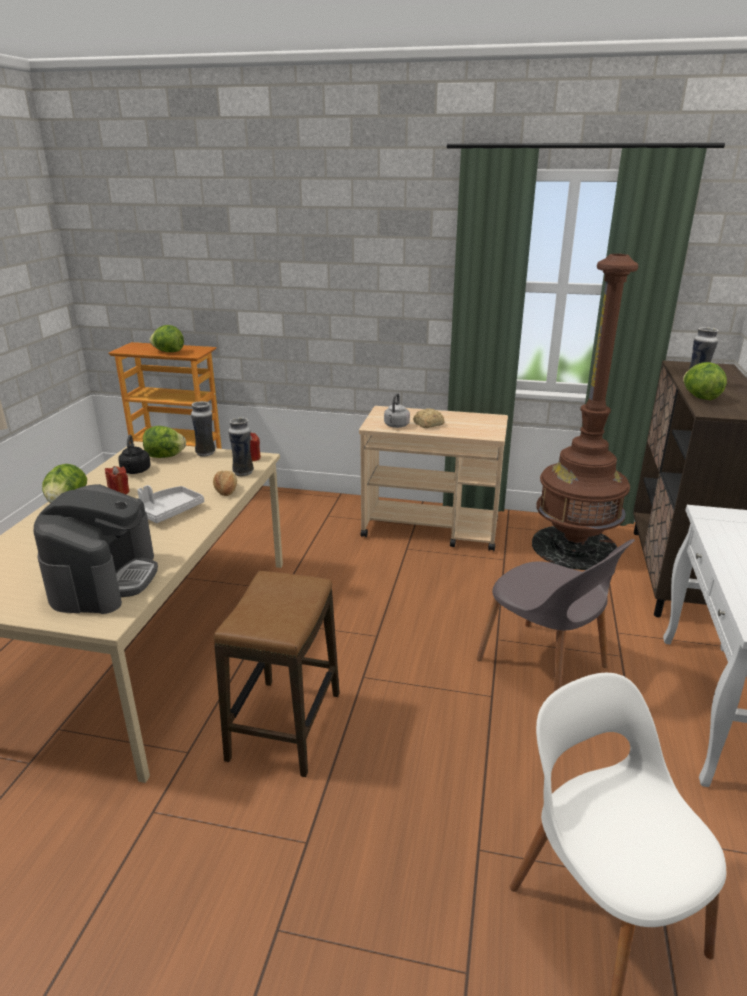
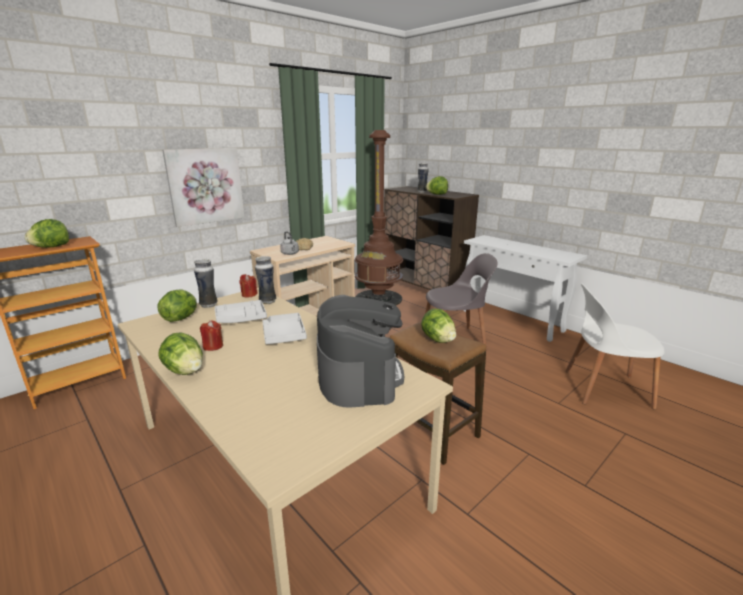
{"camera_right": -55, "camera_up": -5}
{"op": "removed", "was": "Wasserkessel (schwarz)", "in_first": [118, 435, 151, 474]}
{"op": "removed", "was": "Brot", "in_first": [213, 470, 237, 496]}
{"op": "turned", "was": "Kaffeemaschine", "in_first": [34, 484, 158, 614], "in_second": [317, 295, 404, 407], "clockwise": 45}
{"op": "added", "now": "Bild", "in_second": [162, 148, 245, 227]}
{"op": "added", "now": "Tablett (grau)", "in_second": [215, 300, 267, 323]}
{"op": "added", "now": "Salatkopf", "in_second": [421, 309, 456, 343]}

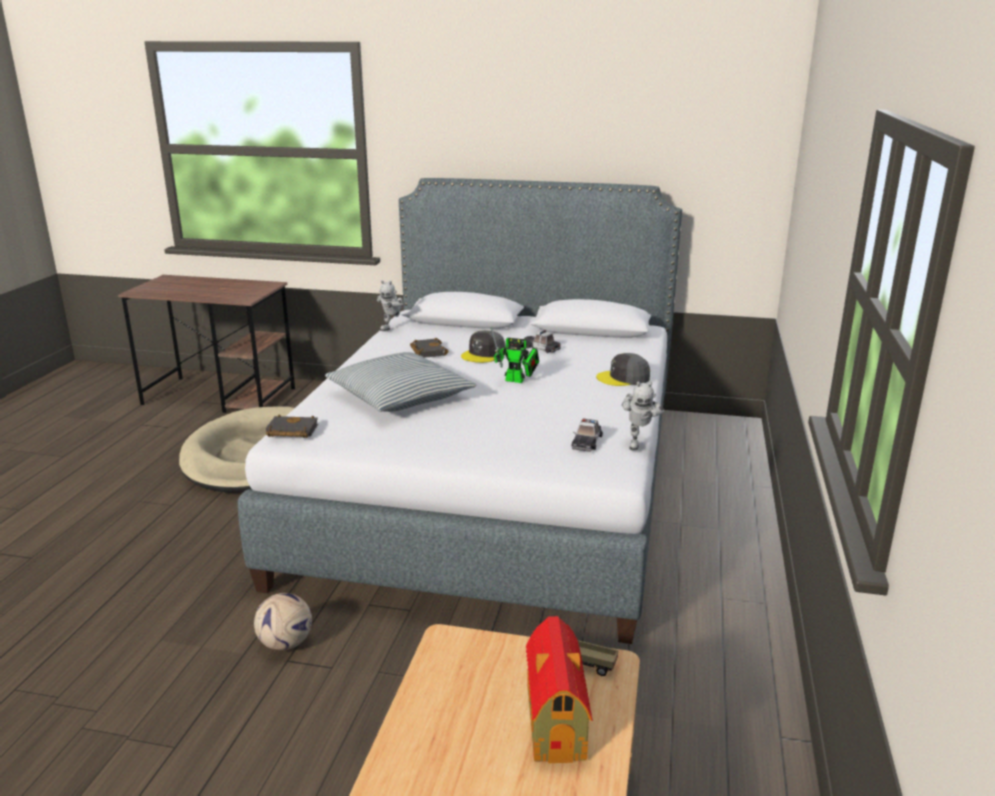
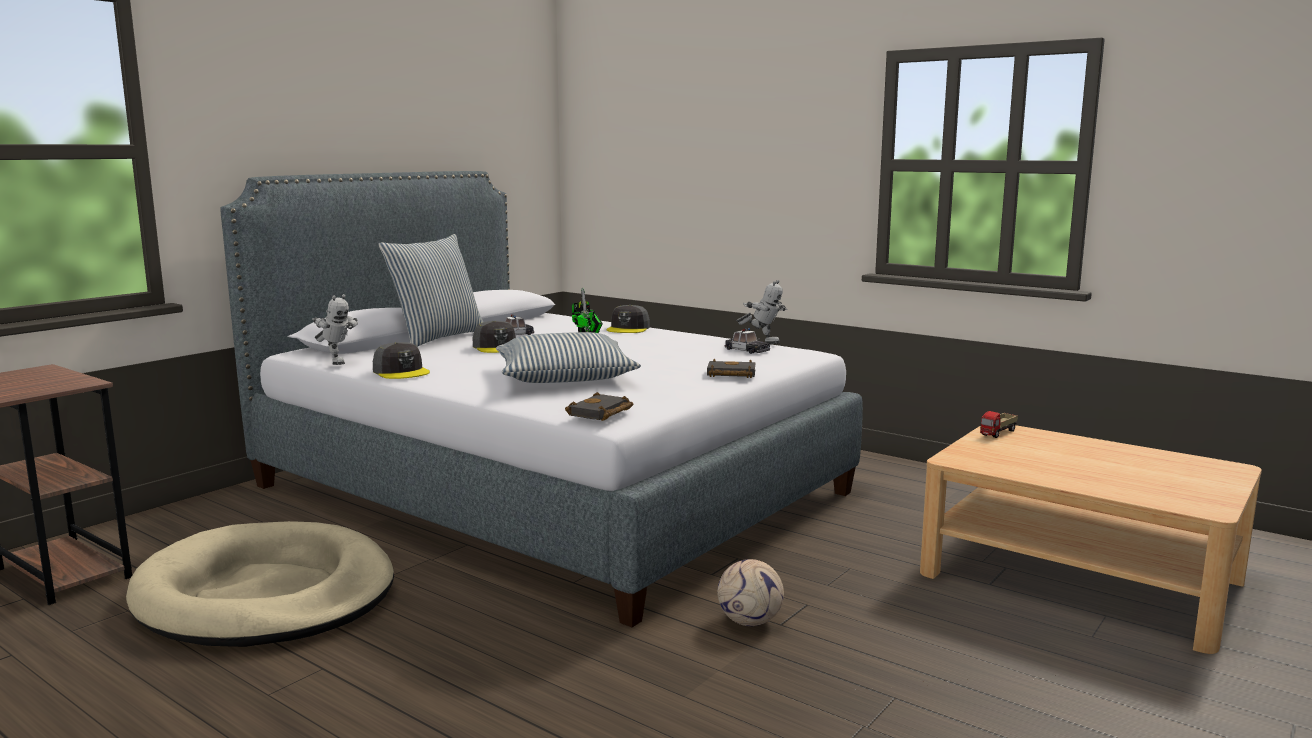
{"camera_right": -65, "camera_up": -10}
{"op": "moved", "was": "Buch (schwarz)", "in_first": [410, 338, 449, 358], "in_second": [707, 359, 756, 378]}
{"op": "removed", "was": "Spielzeughaus", "in_first": [526, 616, 593, 763]}
{"op": "added", "now": "Kissen", "in_second": [378, 234, 483, 347]}
{"op": "added", "now": "Kappe (grau)", "in_second": [373, 342, 430, 379]}

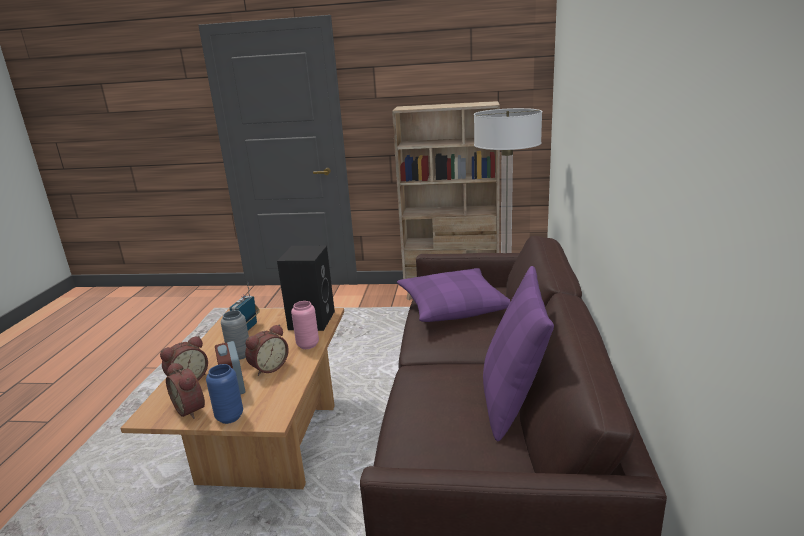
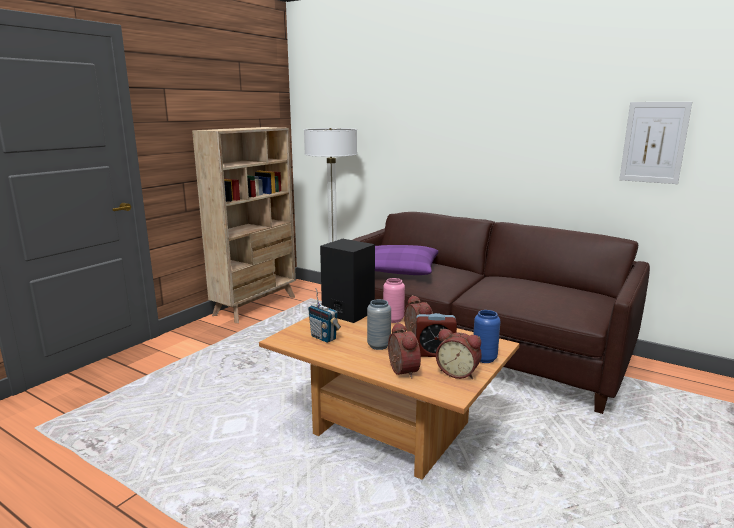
{"camera_right": -65, "camera_up": -5}
{"op": "removed", "was": "Kissen (lila)", "in_first": [483, 266, 554, 441]}
{"op": "turned", "was": "Wecker", "in_first": [166, 363, 205, 419], "in_second": [436, 329, 482, 379], "clockwise": 45}
{"op": "added", "now": "Bild", "in_second": [619, 102, 692, 184]}

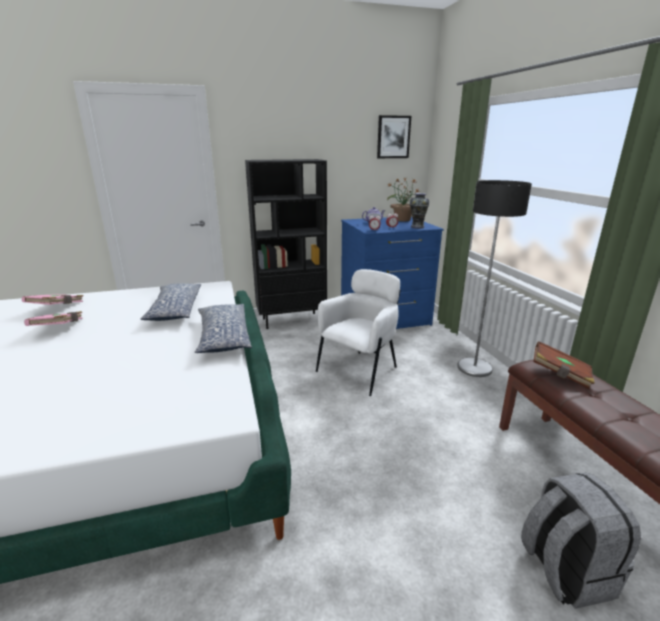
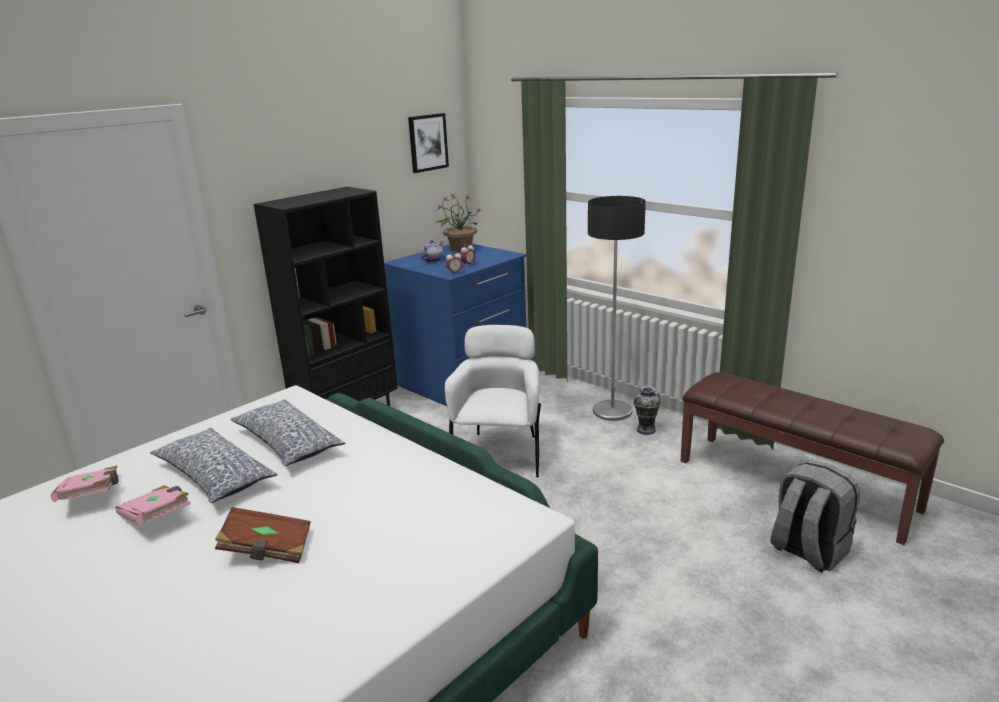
{"camera_right": -30, "camera_up": 0}
{"op": "moved", "was": "Vase", "in_first": [410, 193, 429, 229], "in_second": [633, 386, 661, 435]}
{"op": "moved", "was": "Kissen", "in_first": [195, 304, 252, 353], "in_second": [150, 428, 278, 503]}
{"op": "moved", "was": "Buch (braun)", "in_first": [533, 341, 595, 389], "in_second": [215, 507, 311, 563]}

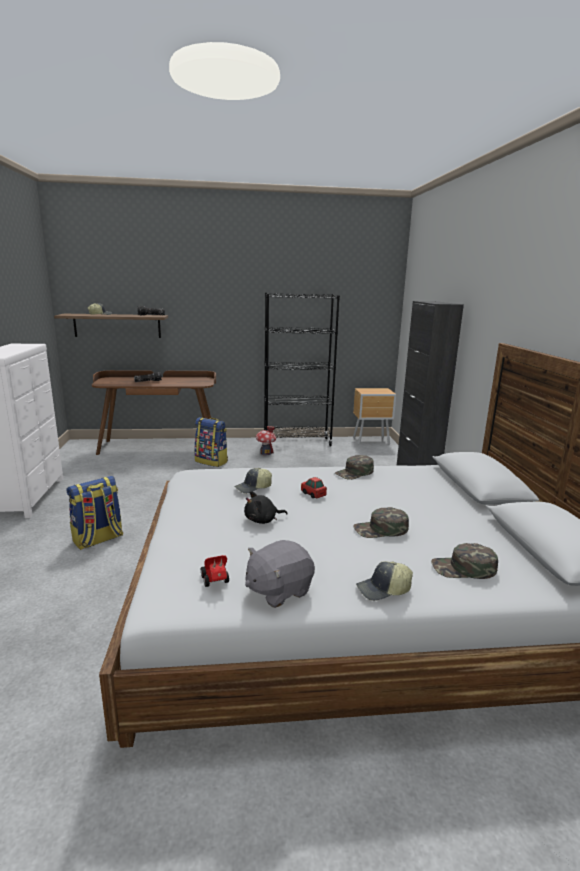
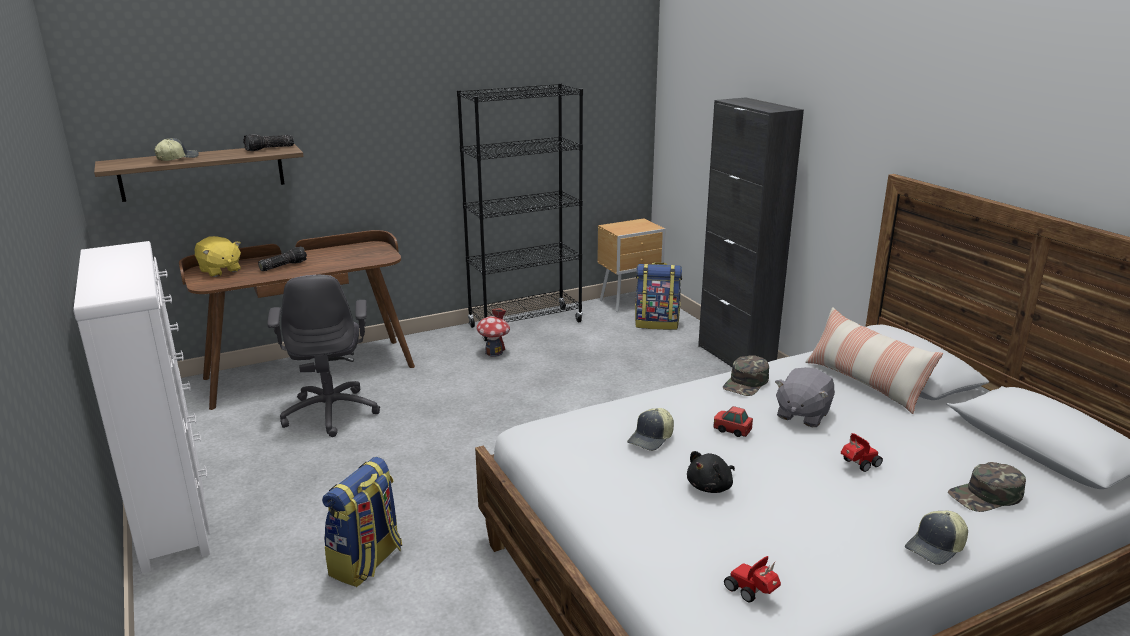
{"camera_right": -20, "camera_up": 5}
{"op": "moved", "was": "Rucksack", "in_first": [194, 417, 228, 467], "in_second": [635, 262, 682, 330]}
{"op": "replaced", "was": "Kappe (grün)", "now": "Spielzeugauto", "in_first": [353, 507, 409, 538], "in_second": [841, 433, 883, 472]}
{"op": "moved", "was": "Plüschtier (grau)", "in_first": [245, 540, 315, 608], "in_second": [775, 367, 835, 427]}
{"op": "added", "now": "Plüschtier (gelb)", "in_second": [195, 236, 241, 277]}
{"op": "added", "now": "Bürostuhl (grau)", "in_second": [267, 275, 380, 437]}
{"op": "added", "now": "Kissen", "in_second": [805, 307, 943, 414]}

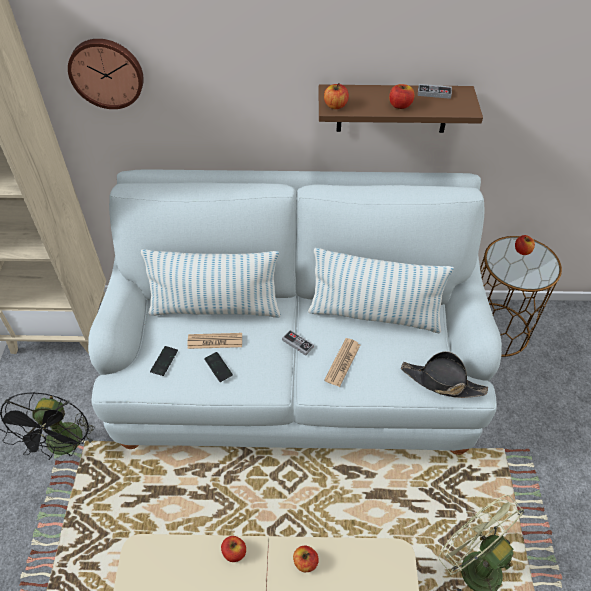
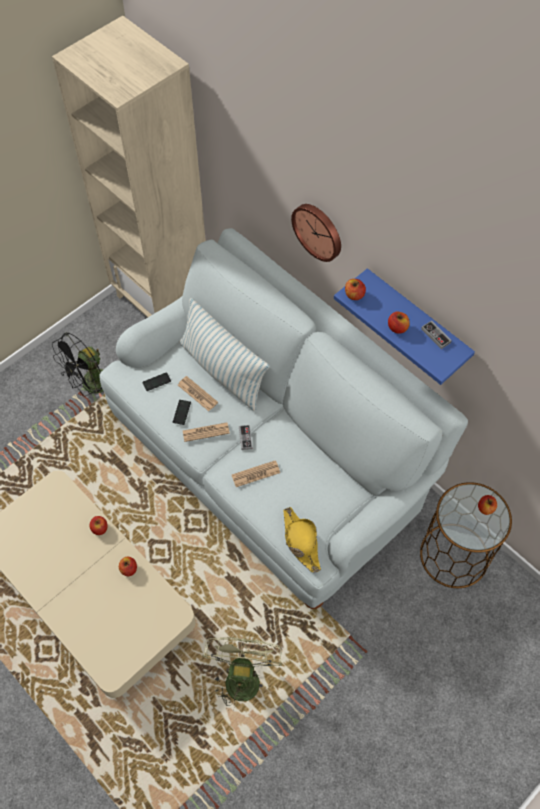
{"camera_right": 45, "camera_up": 10}
{"op": "moved", "was": "Wanduhr", "in_first": [68, 39, 144, 109], "in_second": [291, 204, 341, 262]}
{"op": "recoloured", "was": "Wandregal (braun)", "now": "Wandregal (blau)", "in_first": [319, 85, 483, 133], "in_second": [334, 268, 475, 385]}
{"op": "removed", "was": "Kissen", "in_first": [308, 248, 454, 333]}
{"op": "recoloured", "was": "Hut (schwarz)", "now": "Hut (gelb)", "in_first": [401, 351, 488, 398], "in_second": [283, 507, 321, 573]}
{"op": "added", "now": "Zeitung", "in_second": [183, 422, 230, 442]}

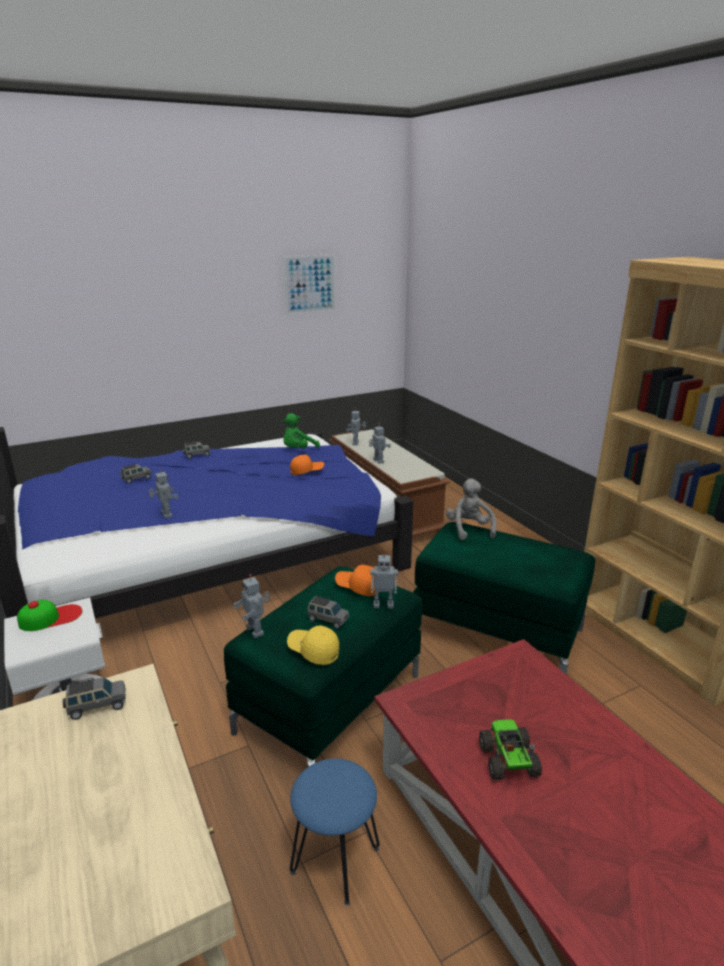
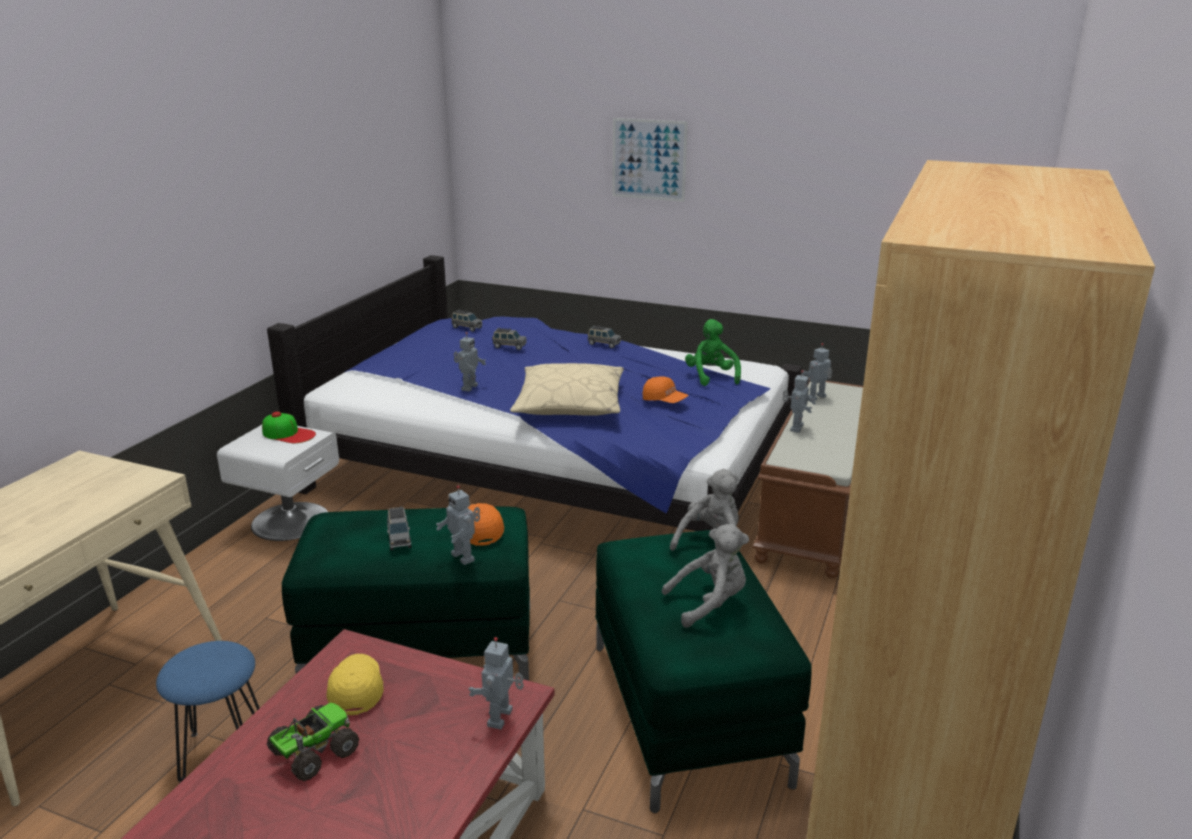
{"camera_right": 50, "camera_up": 0}
{"op": "moved", "was": "Bild", "in_first": [283, 254, 336, 314], "in_second": [612, 118, 688, 202]}
{"op": "turned", "was": "Plüschtier (grün)", "in_first": [283, 413, 320, 449], "in_second": [685, 319, 741, 386], "clockwise": 75}
{"op": "moved", "was": "Spielzeugroboter", "in_first": [233, 574, 270, 638], "in_second": [469, 637, 524, 730]}
{"op": "moved", "was": "Kappe (gelb)", "in_first": [287, 625, 339, 665], "in_second": [327, 654, 384, 715]}
{"op": "moved", "was": "Spielzeugauto (grau)", "in_first": [63, 677, 126, 720], "in_second": [452, 309, 483, 332]}
{"op": "added", "now": "Kissen (beige)", "in_second": [510, 363, 624, 416]}
{"op": "added", "now": "Plüschtier (grau)", "in_second": [662, 524, 749, 627]}

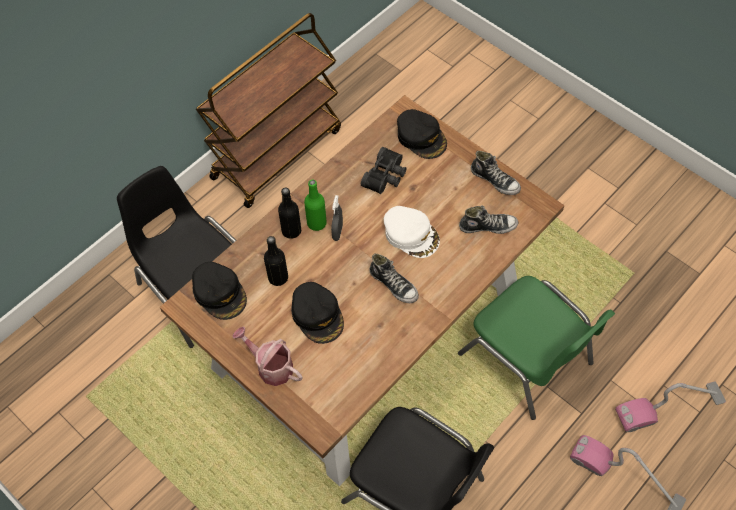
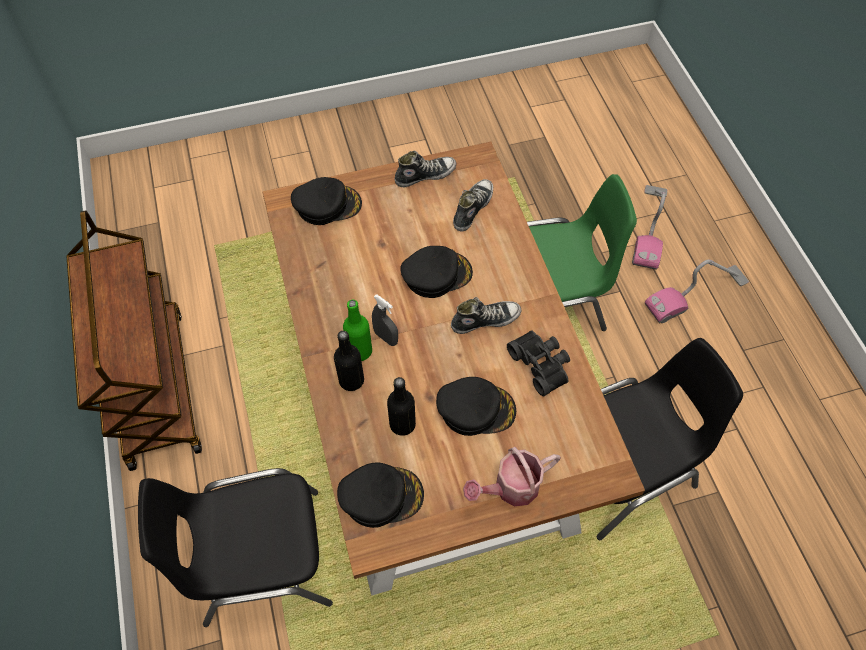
{"camera_right": -60, "camera_up": 0}
{"op": "moved", "was": "Fernglas (schwarz)", "in_first": [361, 147, 407, 194], "in_second": [507, 330, 570, 396]}
{"op": "recoloured", "was": "Kappe (weiß)", "now": "Kappe (schwarz)", "in_first": [384, 206, 440, 258], "in_second": [400, 246, 473, 298]}

